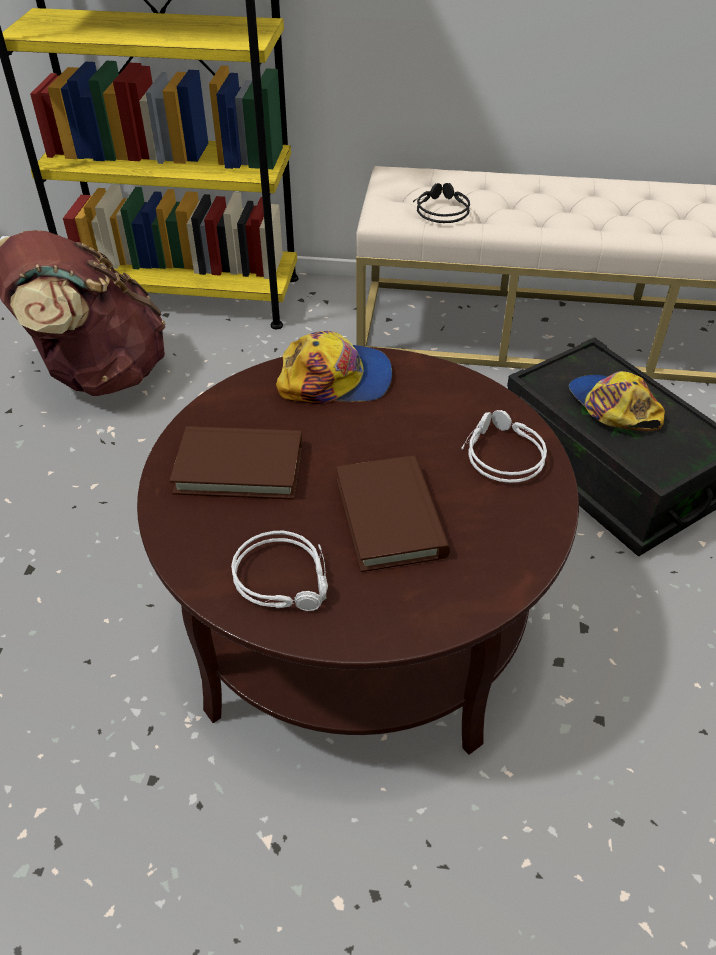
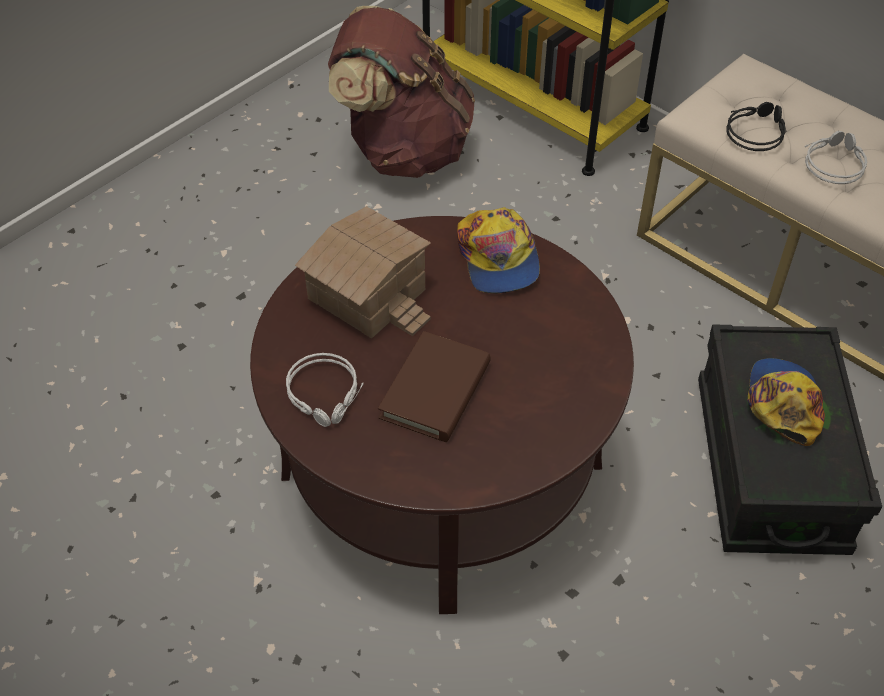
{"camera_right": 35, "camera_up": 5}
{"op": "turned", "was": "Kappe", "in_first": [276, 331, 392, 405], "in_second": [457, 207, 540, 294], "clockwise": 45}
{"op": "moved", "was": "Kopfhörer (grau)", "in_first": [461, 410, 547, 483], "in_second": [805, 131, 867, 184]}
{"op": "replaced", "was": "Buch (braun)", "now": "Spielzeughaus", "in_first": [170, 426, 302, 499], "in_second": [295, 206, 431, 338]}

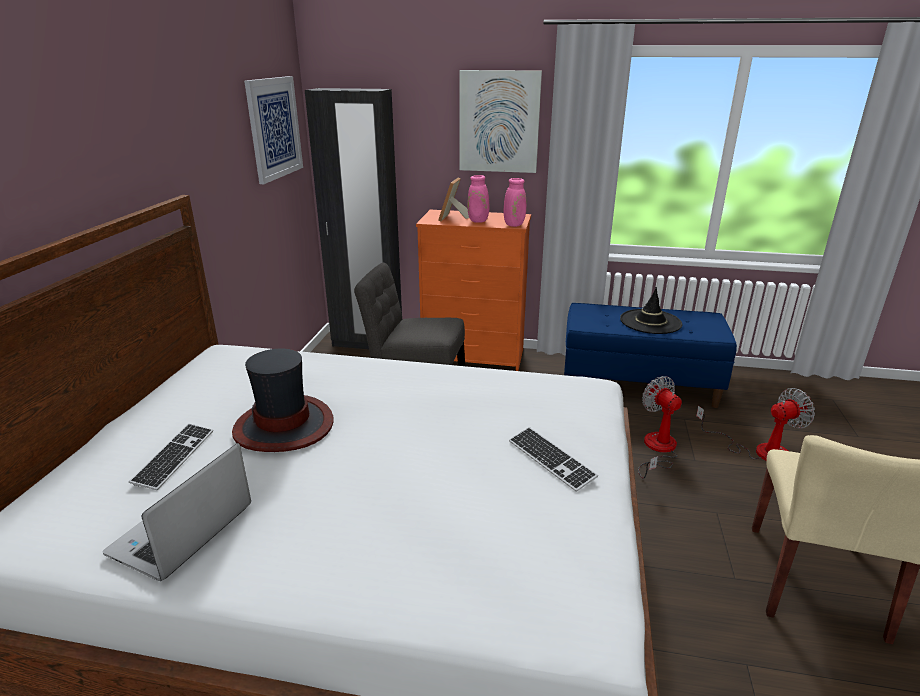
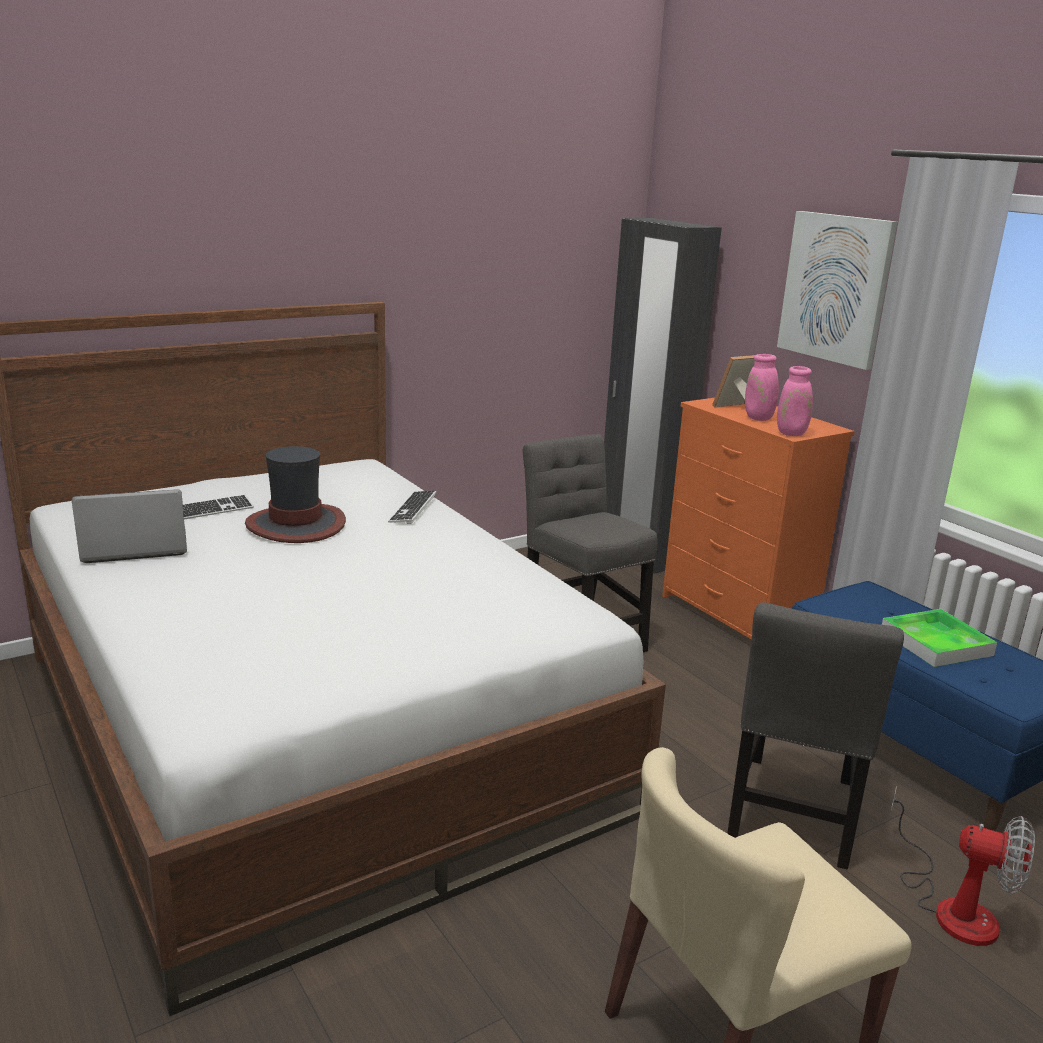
{"camera_right": 45, "camera_up": -5}
{"op": "removed", "was": "Bild", "in_first": [244, 76, 303, 184]}
{"op": "replaced", "was": "Hut (schwarz)", "now": "Tablett", "in_first": [620, 287, 682, 334], "in_second": [882, 609, 997, 667]}
{"op": "replaced", "was": "Ventilator", "now": "Stuhl (grau)", "in_first": [638, 376, 682, 479], "in_second": [727, 602, 904, 869]}
{"op": "moved", "was": "Tastatur", "in_first": [509, 427, 598, 492], "in_second": [388, 491, 437, 524]}

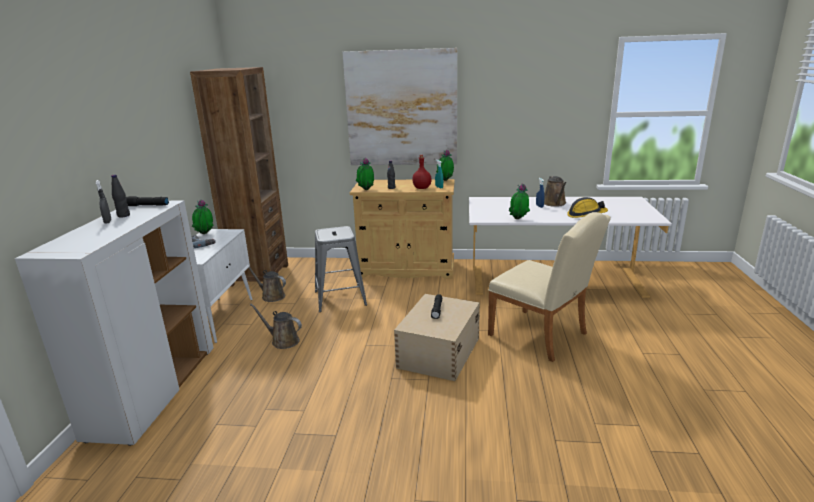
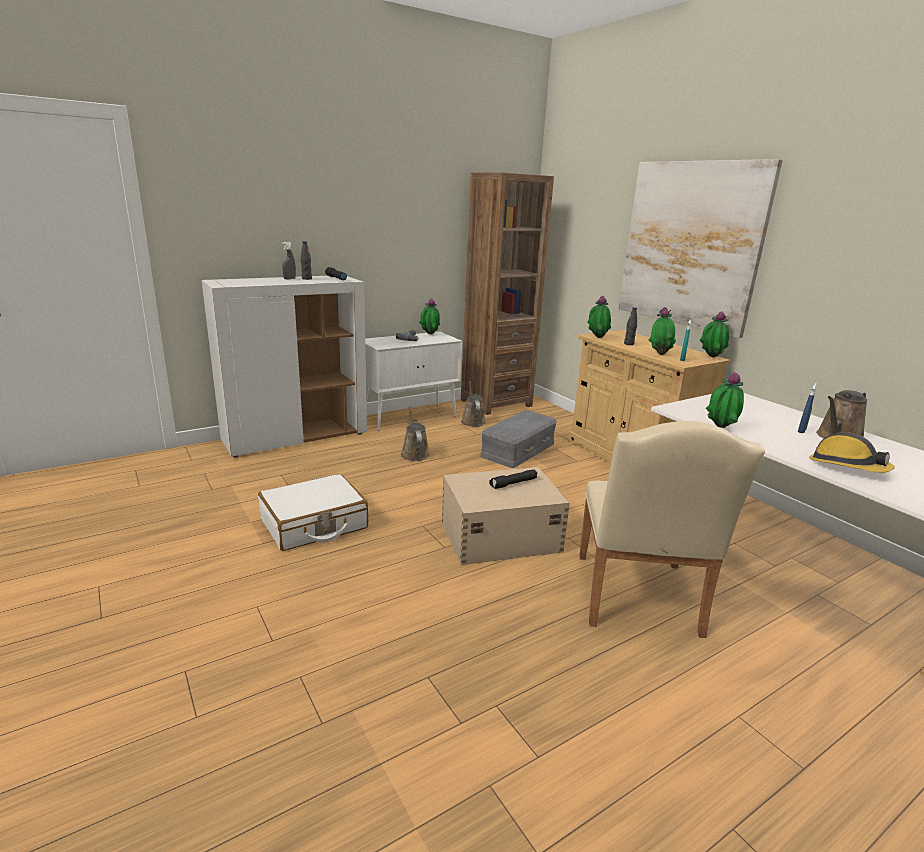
{"camera_right": 50, "camera_up": 0}
{"op": "replaced", "was": "Flasche (rot)", "now": "Topfpflanze", "in_first": [412, 155, 432, 189], "in_second": [649, 307, 676, 355]}
{"op": "replaced", "was": "Hocker (grau)", "now": "Aufbewahrungsbox (grau)", "in_first": [315, 226, 367, 312], "in_second": [480, 410, 557, 468]}
{"op": "added", "now": "Koffer (weiß)", "in_second": [258, 474, 368, 551]}

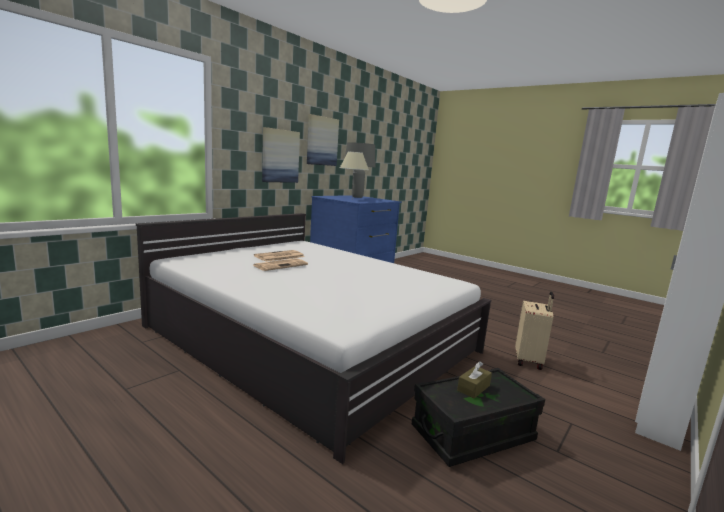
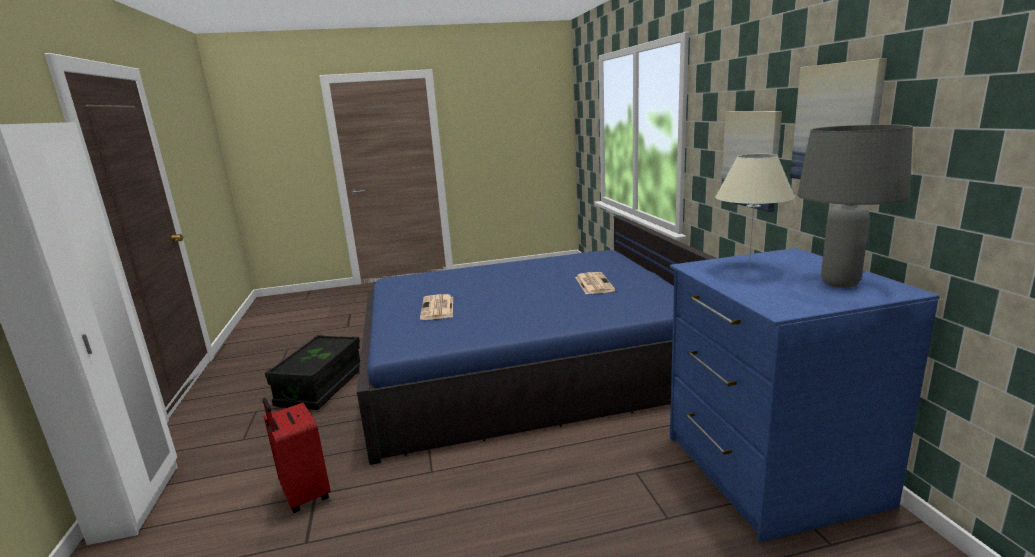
{"camera_right": 130, "camera_up": 5}
{"op": "recoloured", "was": "Bett (weiß)", "now": "Bett (blau)", "in_first": [136, 213, 491, 464], "in_second": [357, 215, 717, 465]}
{"op": "moved", "was": "Zeitung", "in_first": [252, 258, 308, 271], "in_second": [420, 294, 453, 320]}
{"op": "recoloured", "was": "Koffer (beige)", "now": "Koffer (rot)", "in_first": [515, 292, 554, 370], "in_second": [263, 398, 331, 513]}
{"op": "removed", "was": "Taschentuchbox (braun)", "in_first": [457, 362, 492, 398]}

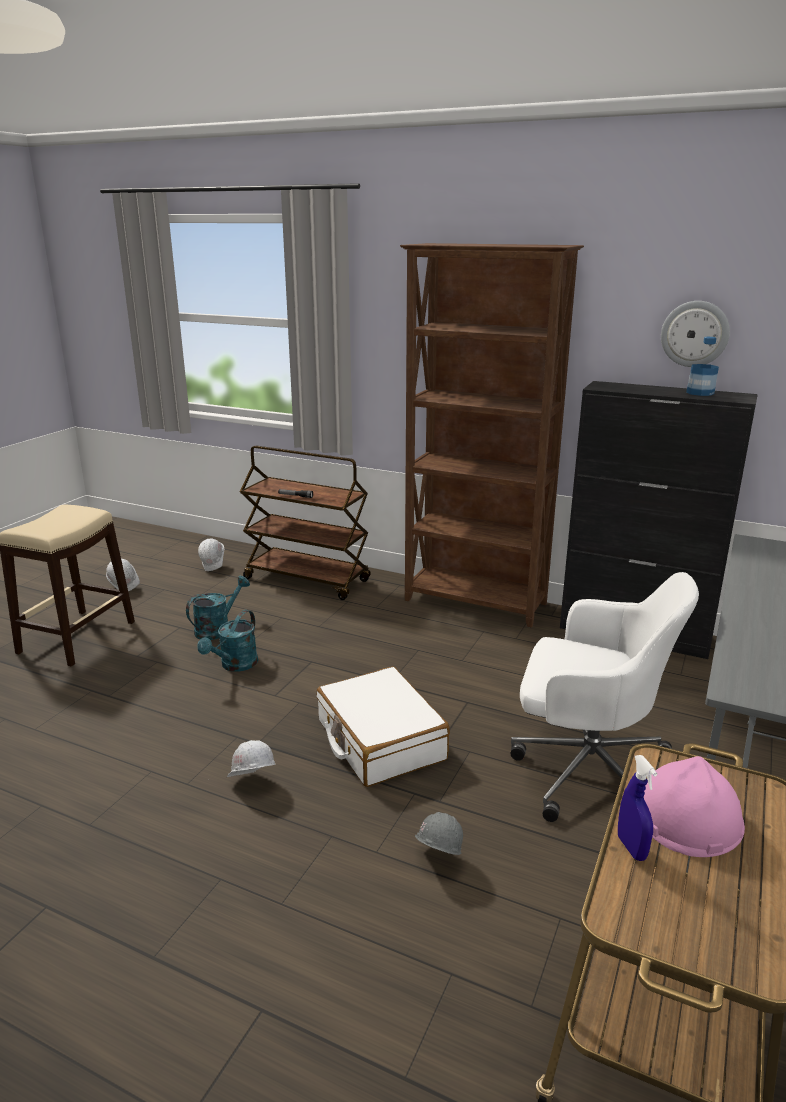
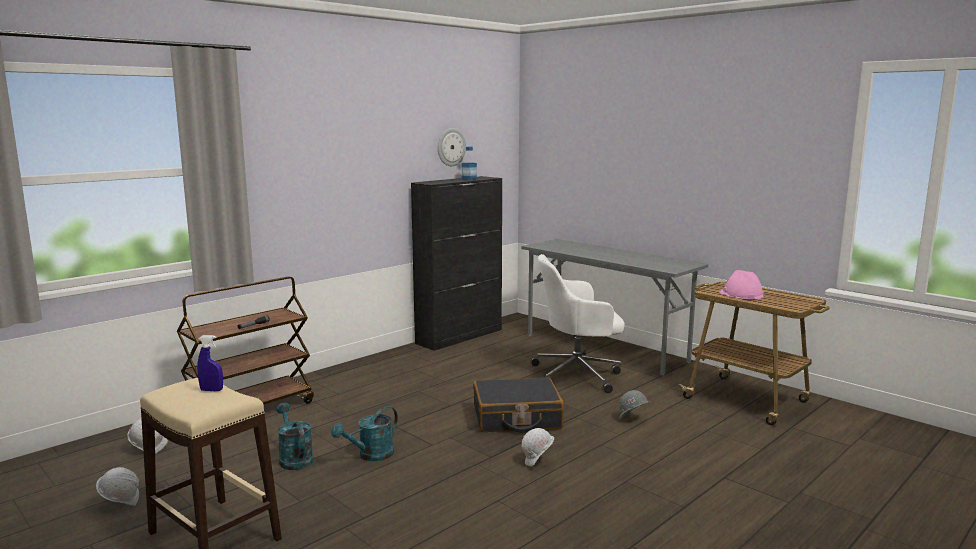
{"camera_right": -70, "camera_up": -10}
{"op": "removed", "was": "Bücherregal (braun)", "in_first": [400, 243, 584, 627]}
{"op": "turned", "was": "Bürostuhl (weiß)", "in_first": [511, 572, 699, 822], "in_second": [531, 254, 625, 393], "clockwise": -135}
{"op": "turned", "was": "Gießkanne (türkis)", "in_first": [197, 610, 258, 672], "in_second": [331, 406, 398, 461], "clockwise": 90}
{"op": "recoloured", "was": "Koffer (weiß)", "now": "Koffer (schwarz)", "in_first": [316, 666, 450, 787], "in_second": [473, 378, 564, 433]}
{"op": "moved", "was": "Sprühflasche (blau)", "in_first": [618, 755, 658, 861], "in_second": [197, 335, 223, 391]}

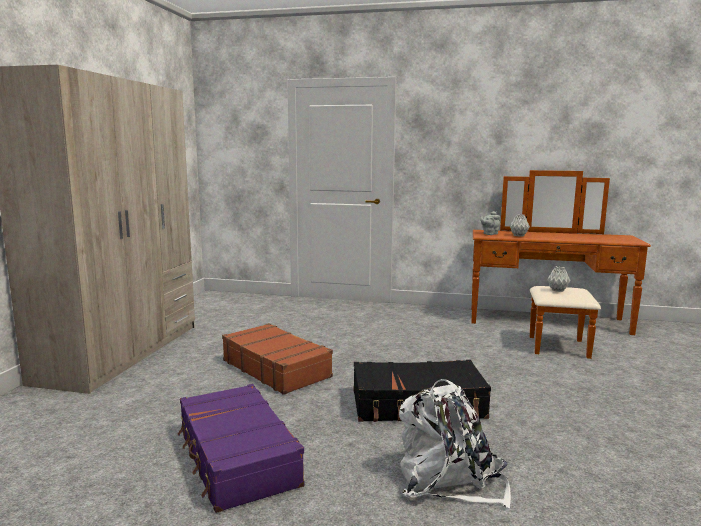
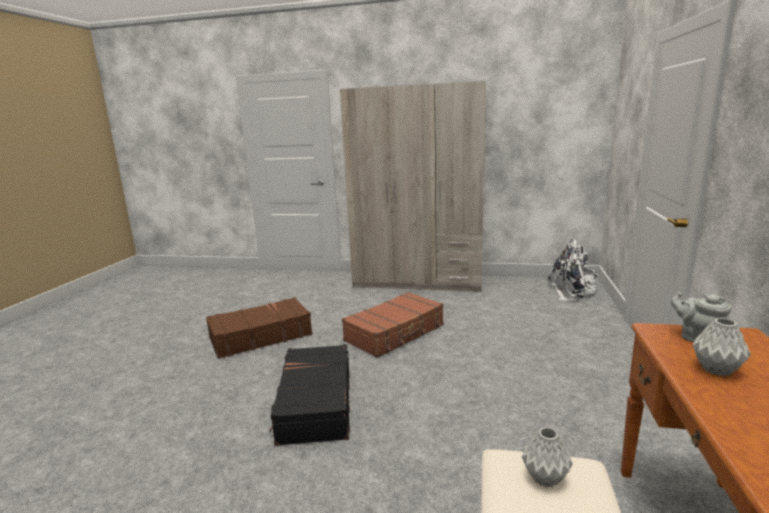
{"camera_right": 90, "camera_up": 5}
{"op": "moved", "was": "Rucksack (weiß)", "in_first": [399, 379, 511, 508], "in_second": [548, 239, 601, 301]}
{"op": "recoloured", "was": "Koffer (lila)", "now": "Koffer (braun)", "in_first": [178, 384, 304, 513], "in_second": [206, 297, 313, 359]}

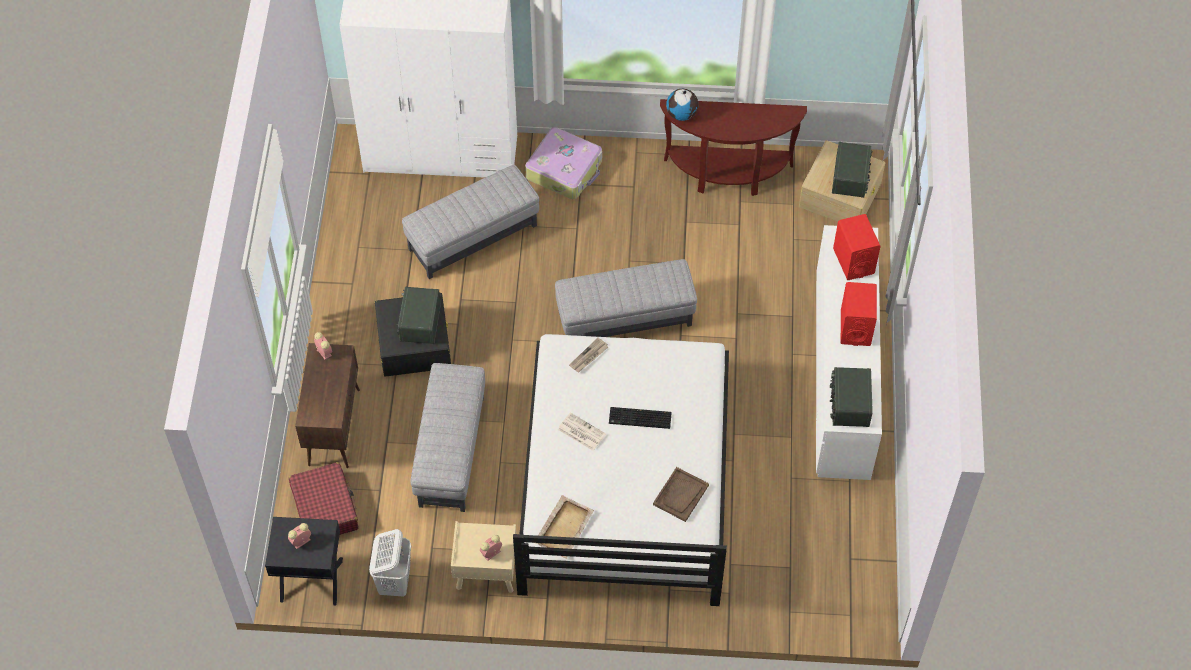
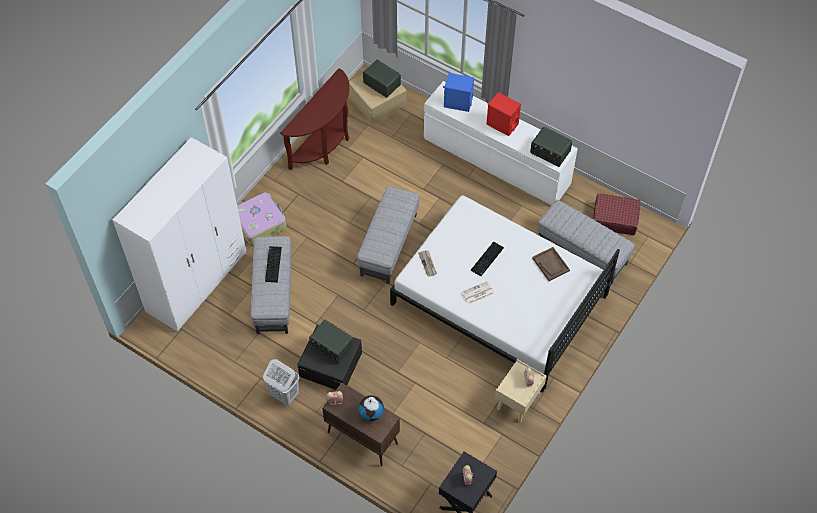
{"camera_right": -60, "camera_up": 0}
{"op": "moved", "was": "Globus", "in_first": [666, 89, 698, 121], "in_second": [359, 395, 384, 421]}
{"op": "recoloured", "was": "Lautsprecher (rot)", "now": "Lautsprecher (blau)", "in_first": [833, 214, 881, 280], "in_second": [443, 73, 474, 112]}
{"op": "moved", "was": "Polsterhocker (grau)", "in_first": [410, 363, 485, 512], "in_second": [537, 200, 635, 285]}
{"op": "moved", "was": "Koffer (rot)", "in_first": [289, 462, 359, 535], "in_second": [593, 194, 641, 235]}
{"op": "removed", "was": "Tablett (beige)", "in_first": [535, 495, 594, 559]}
{"op": "moved", "was": "Wäschekorb (weiß)", "in_first": [369, 529, 411, 597], "in_second": [263, 359, 299, 406]}
{"op": "added", "now": "Tastatur", "in_second": [265, 246, 282, 282]}

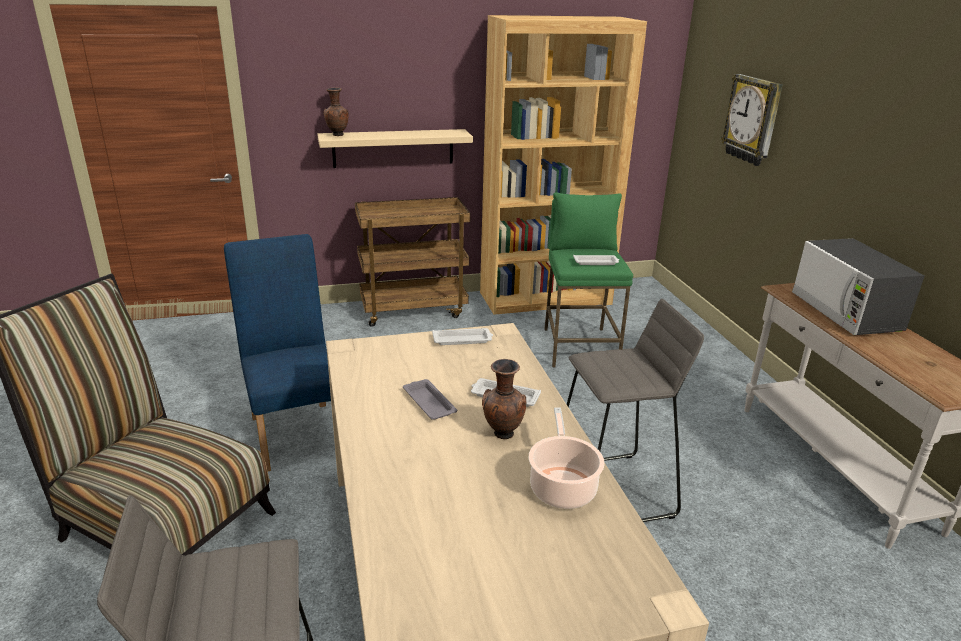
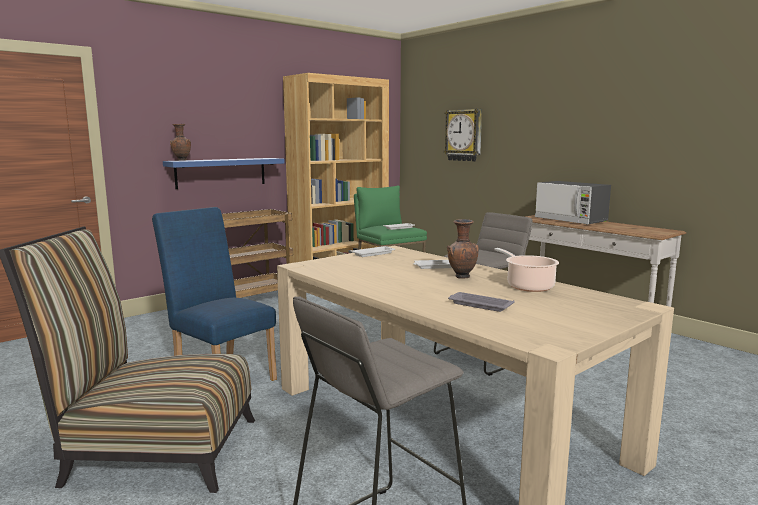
{"camera_right": -25, "camera_up": -15}
{"op": "recoloured", "was": "Wandregal (beige)", "now": "Wandregal (blau)", "in_first": [317, 129, 473, 168], "in_second": [163, 158, 285, 189]}
{"op": "moved", "was": "Tablett (grau)", "in_first": [403, 379, 457, 420], "in_second": [448, 292, 515, 312]}

